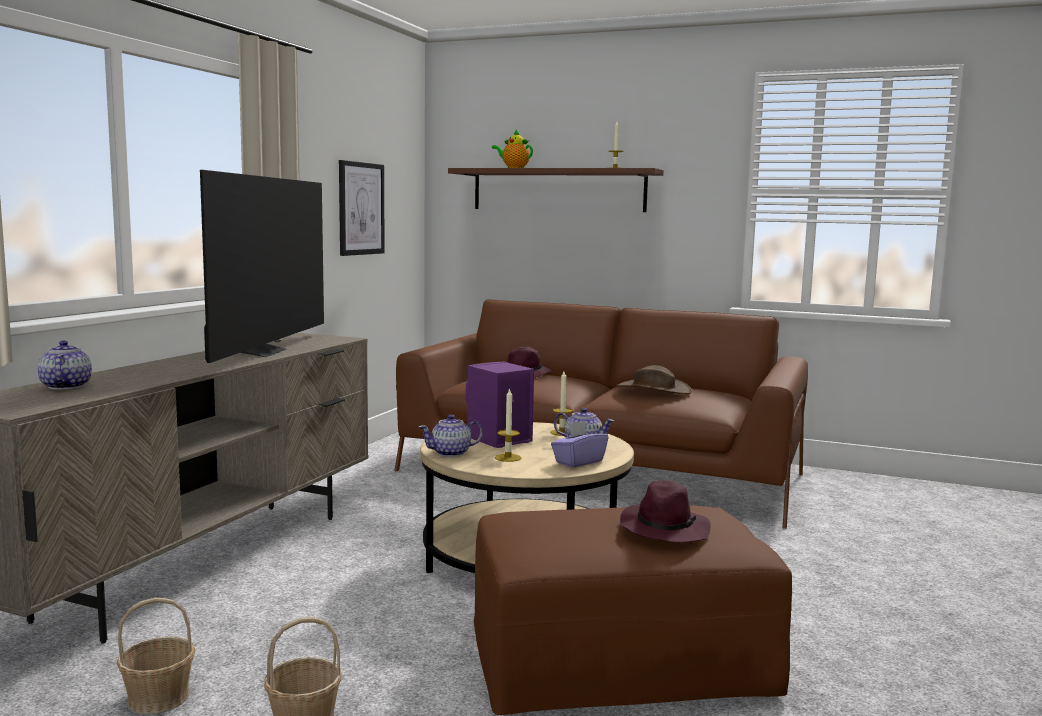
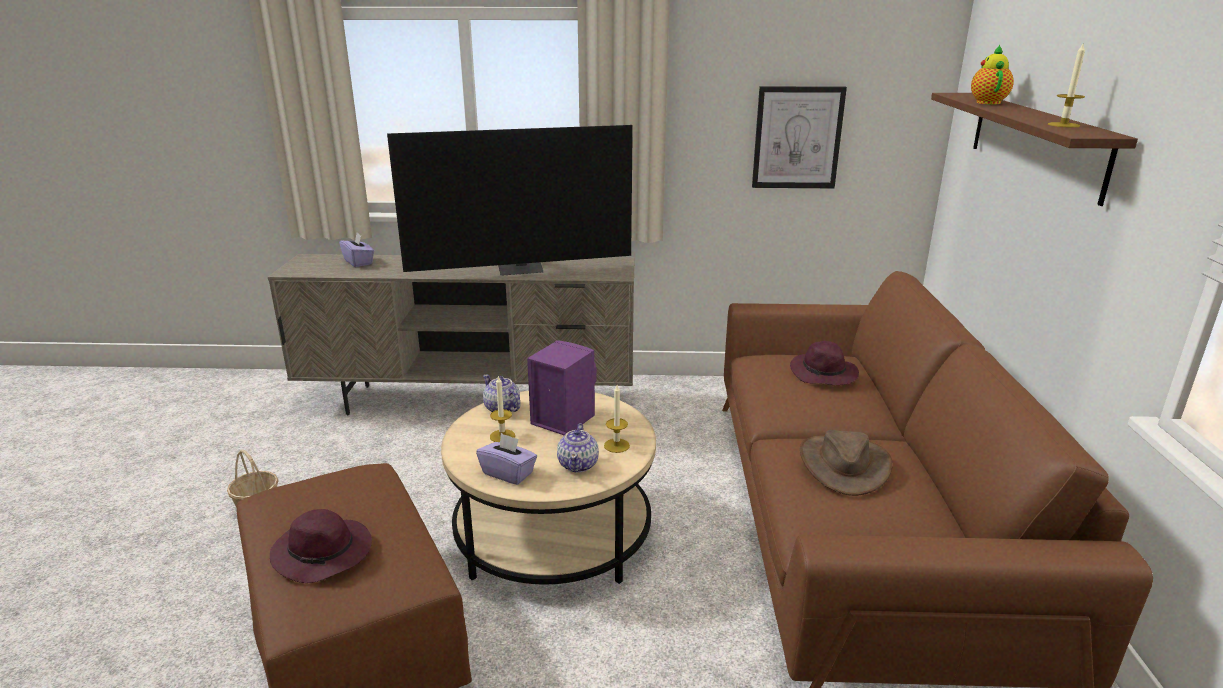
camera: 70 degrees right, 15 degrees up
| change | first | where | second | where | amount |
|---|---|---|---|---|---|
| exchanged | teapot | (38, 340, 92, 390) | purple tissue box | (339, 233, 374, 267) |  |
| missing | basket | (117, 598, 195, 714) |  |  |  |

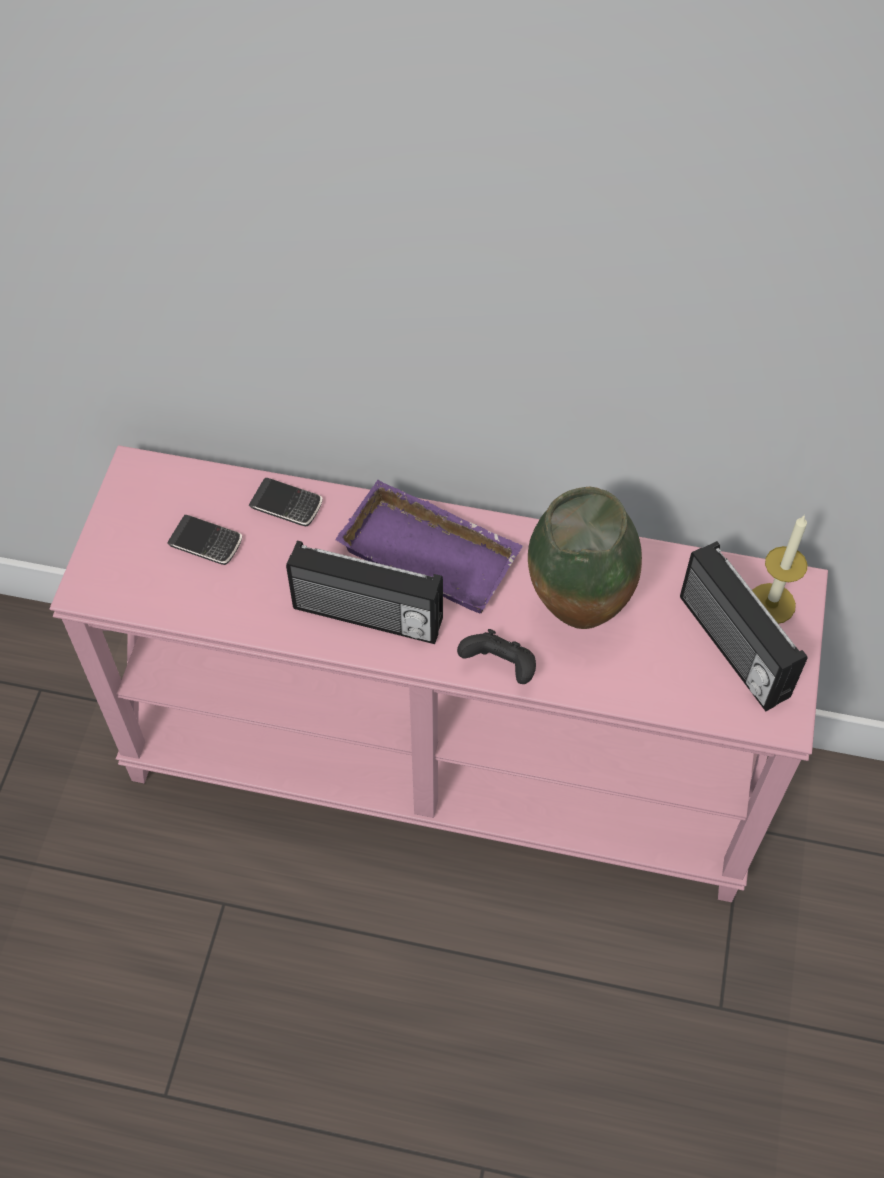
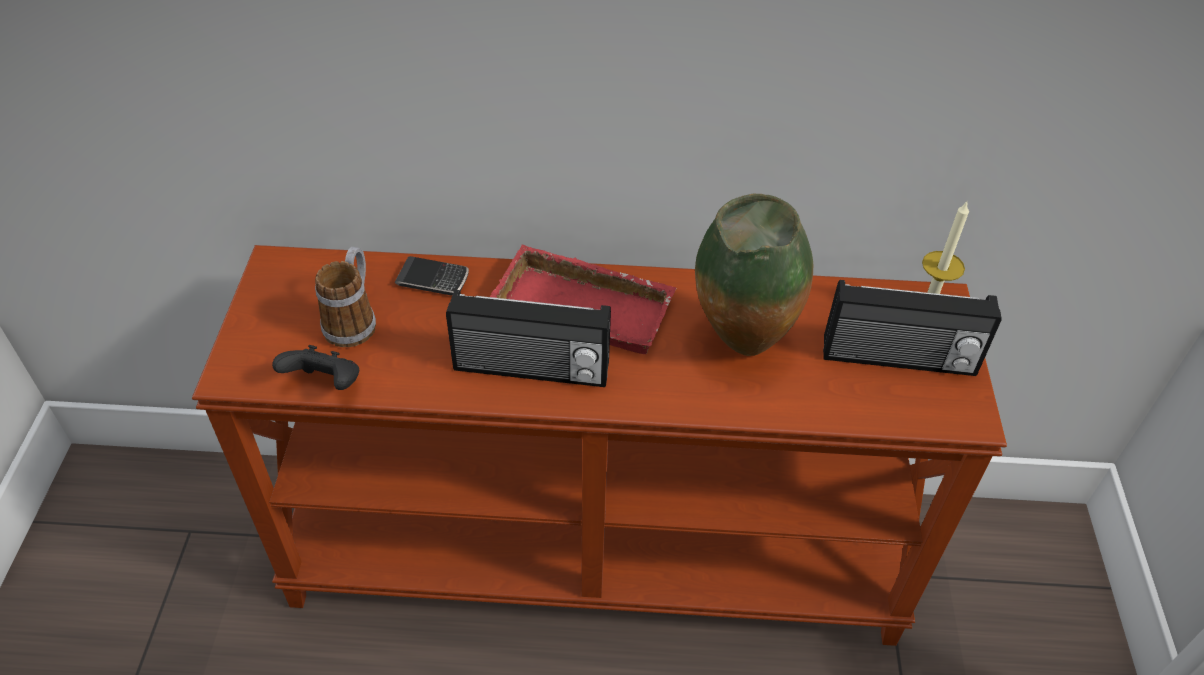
camera: 10 degrees left, 10 degrees down
| change | first | where | second | where | amount |
|---|---|---|---|---|---|
| colour | pink console table | (50, 445, 828, 902) | brown console table | (192, 245, 1007, 646) |  |
| exchanged | phone | (167, 515, 242, 565) | mug | (315, 247, 376, 347) |  |
| colour | purple tray | (335, 480, 523, 613) | red tray | (490, 244, 677, 354) |  |
| relocated | black game controller | (457, 629, 536, 684) |  | (272, 345, 359, 390) |  |
| spun | radio | (680, 541, 808, 711) |  | (823, 280, 1002, 376) | 45 degrees counterclockwise |

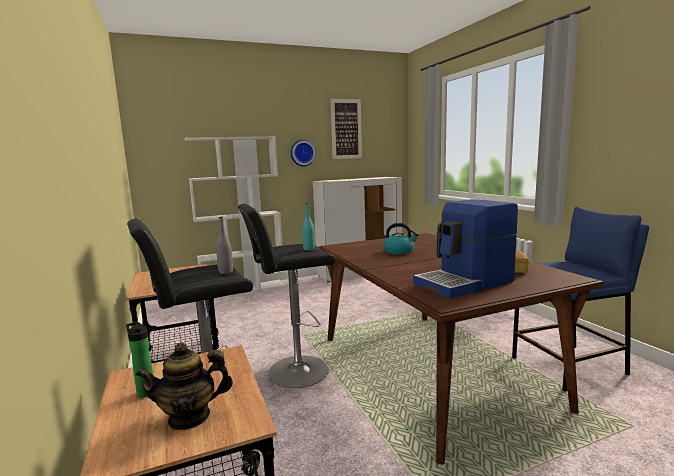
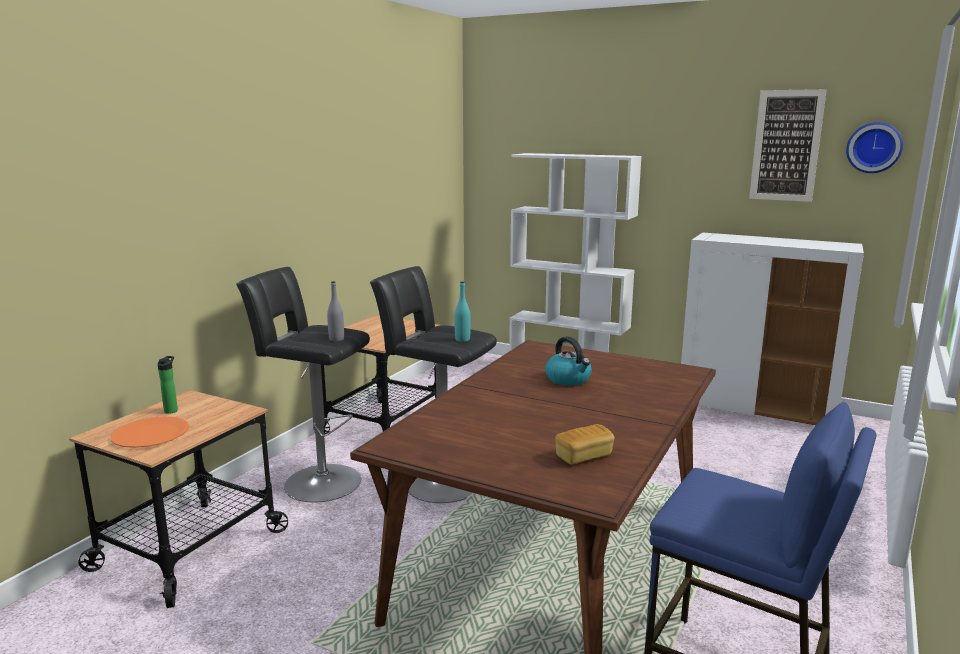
camera: 50 degrees right, 5 degrees up
| change | first | where | second | where | amount |
|---|---|---|---|---|---|
| exchanged | teapot | (135, 343, 233, 430) | orange plate | (111, 416, 189, 448) |  |
| relocated | wall clock | (291, 140, 316, 166) |  | (846, 122, 903, 173) |  |
| missing | coffee machine | (413, 199, 518, 299) |  |  |  |

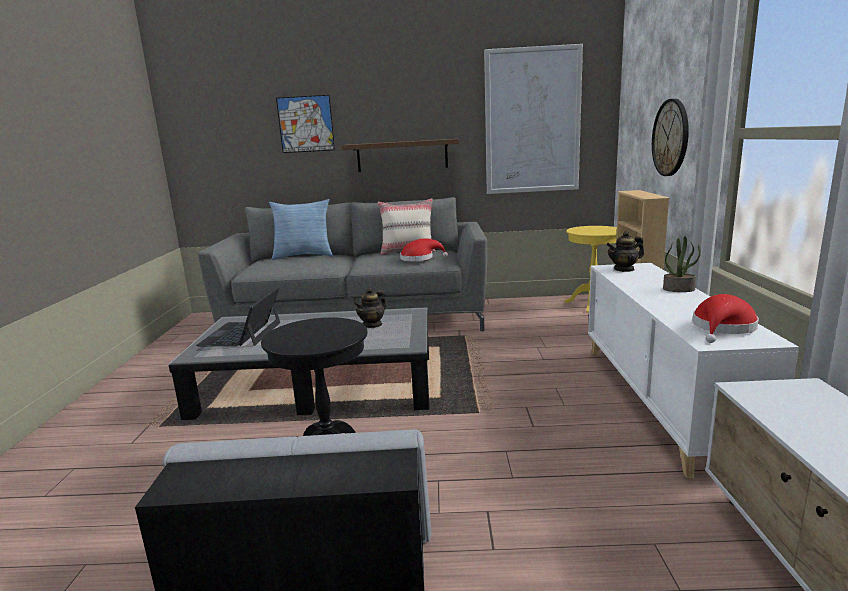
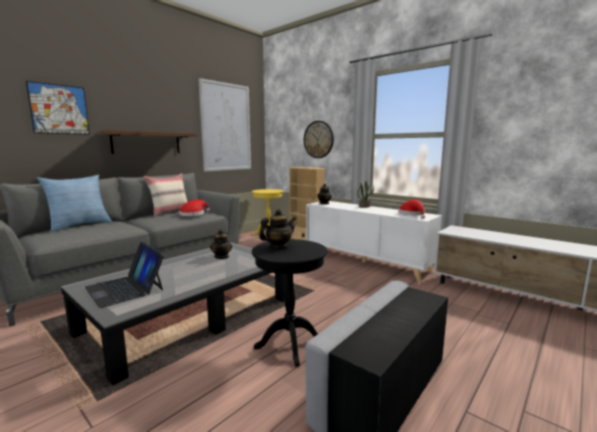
camera: 50 degrees left, 5 degrees down
| change | first | where | second | where | amount |
|---|---|---|---|---|---|
| appeared |  |  | teapot | (259, 209, 296, 249) |  |

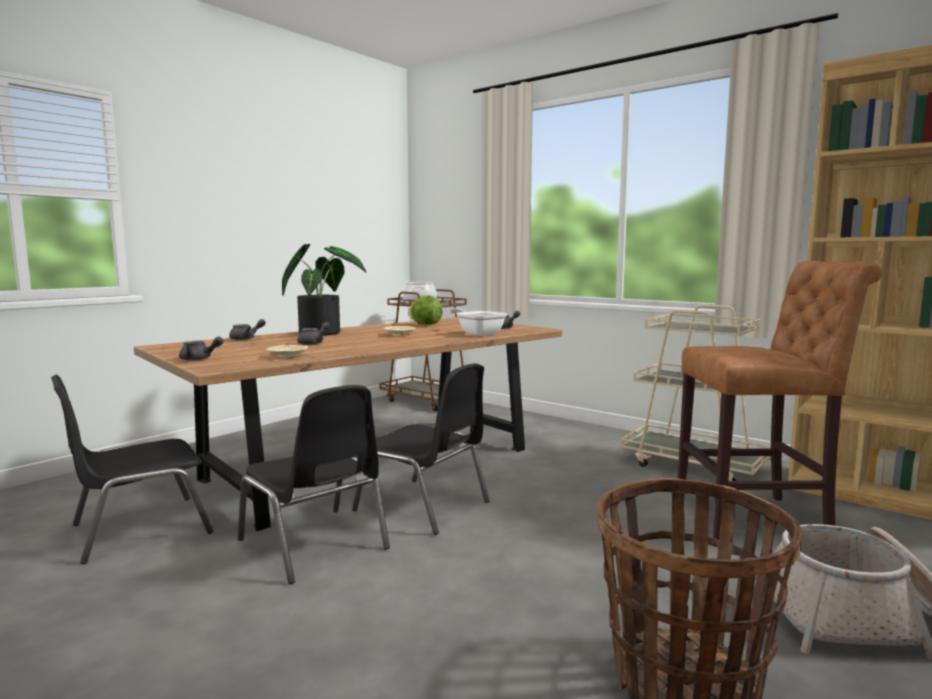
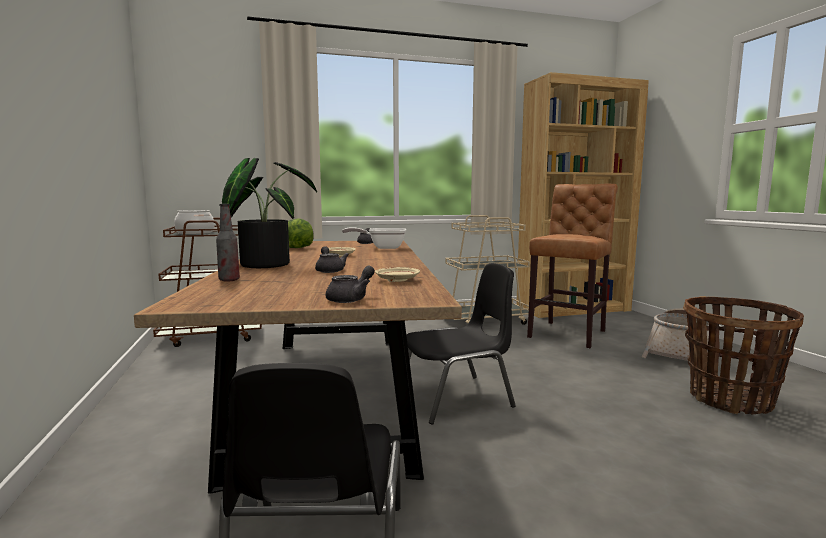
camera: 55 degrees left, 0 degrees up
| change | first | where | second | where | amount |
|---|---|---|---|---|---|
| exchanged | grey teapot | (229, 319, 266, 340) | bottle | (216, 204, 240, 282) |  |
| missing | black chair | (238, 385, 390, 584) |  |  |  |

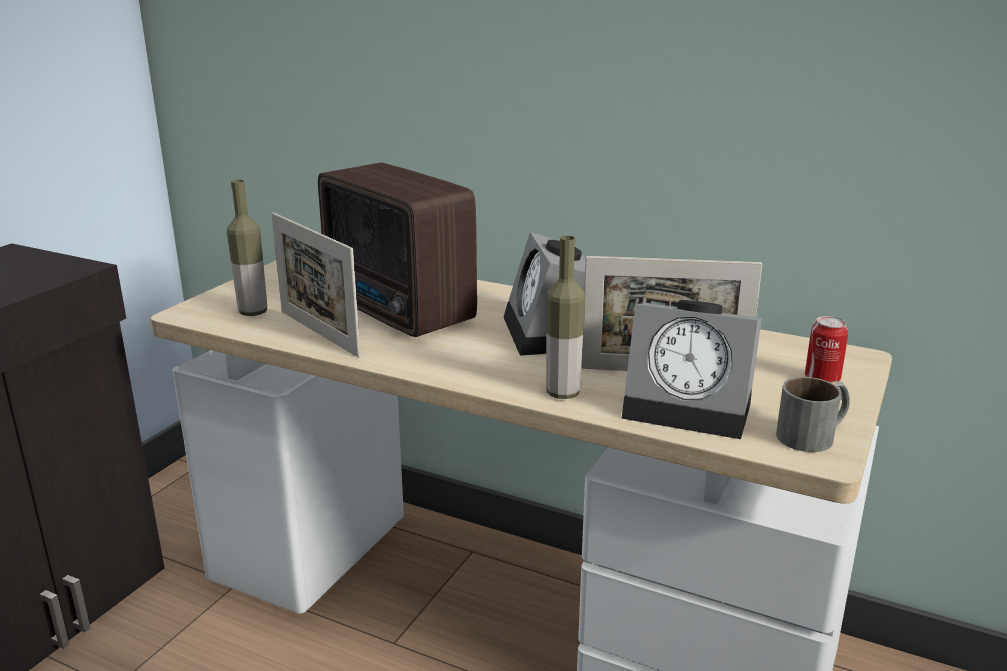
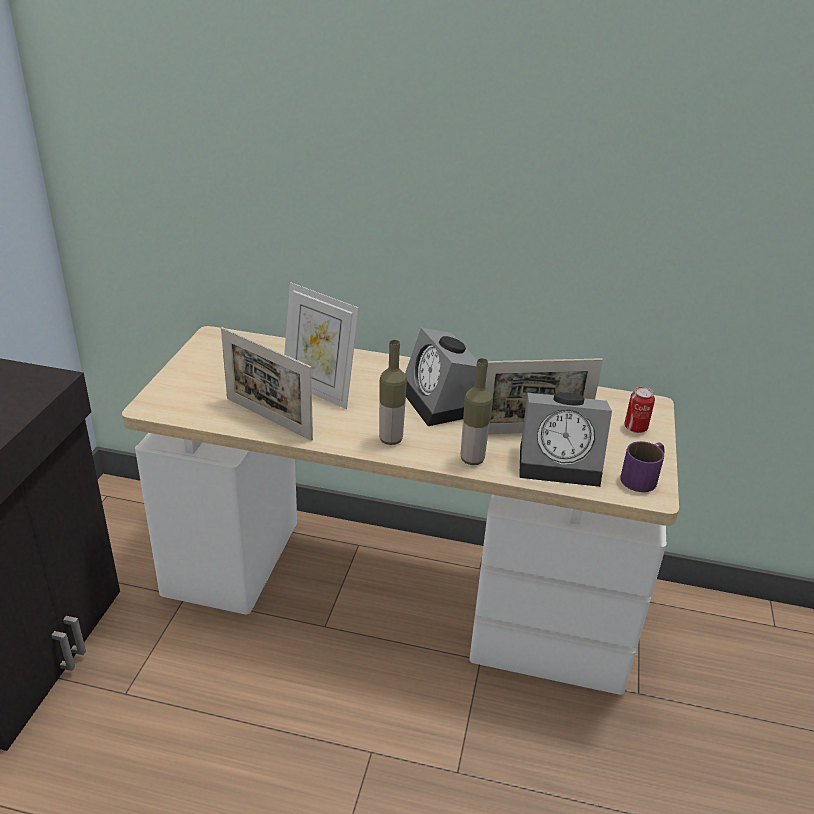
camera: 15 degrees left, 10 degrees up
| change | first | where | second | where | amount |
|---|---|---|---|---|---|
| relocated | bottle | (227, 180, 267, 316) |  | (379, 340, 407, 445) |  |
| exchanged | radio | (318, 163, 477, 337) | picture frame | (284, 282, 359, 409) |  |
| colour | grey mug | (776, 377, 850, 452) | purple mug | (620, 441, 664, 492) |  |

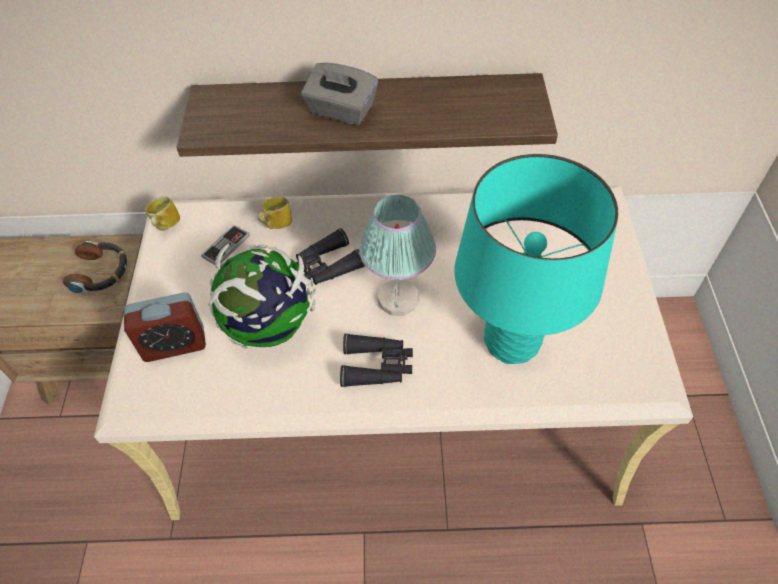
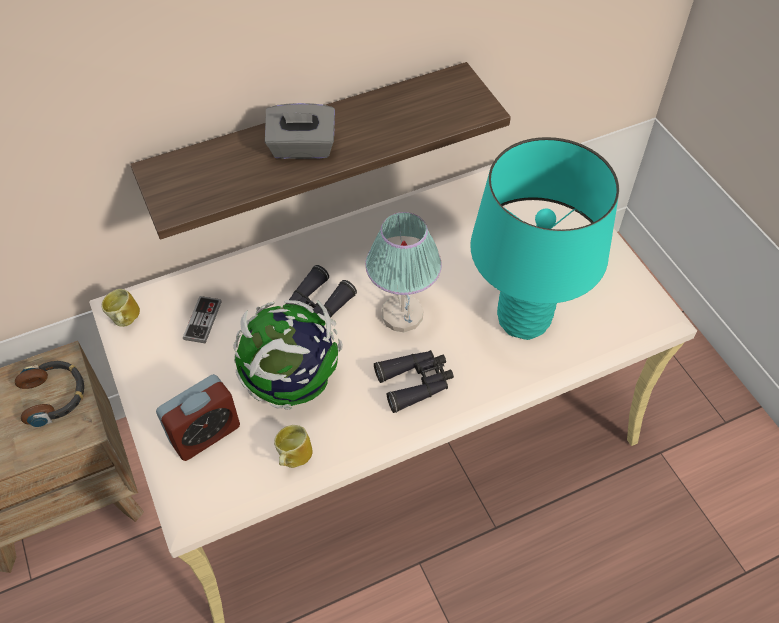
camera: 25 degrees left, 0 degrees up
| change | first | where | second | where | amount |
|---|---|---|---|---|---|
| relocated | mug | (258, 197, 292, 229) |  | (274, 425, 313, 468) |  |

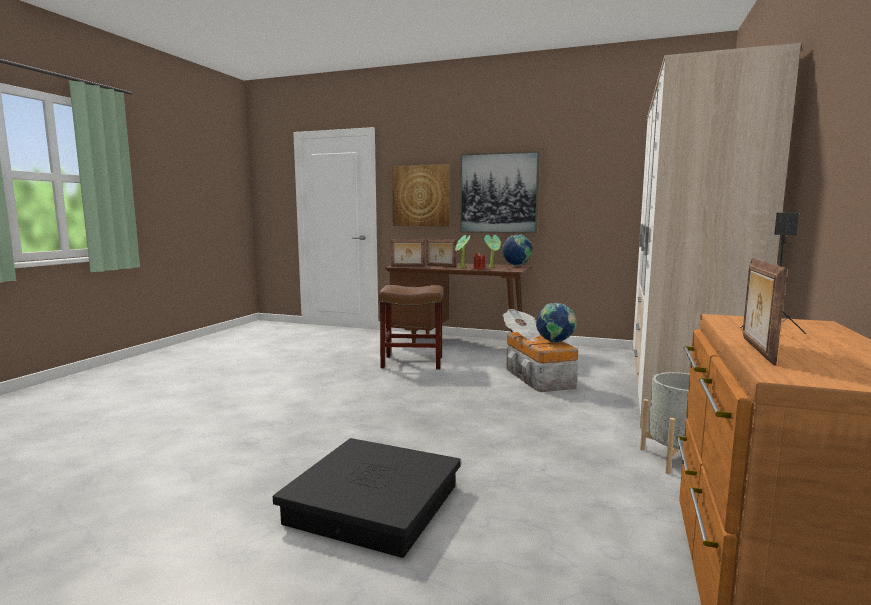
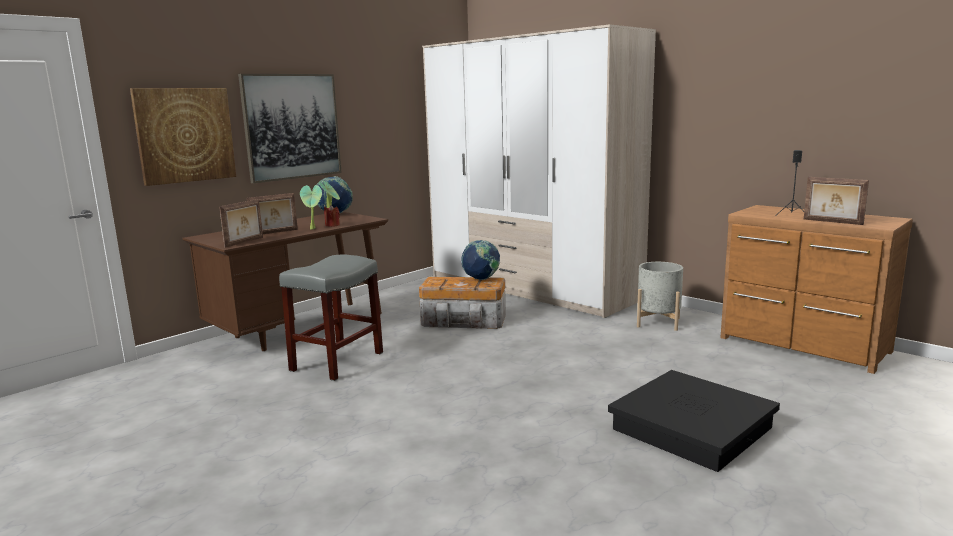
camera: 65 degrees left, 5 degrees up
| change | first | where | second | where | amount |
|---|---|---|---|---|---|
| colour | brown stool | (379, 285, 443, 369) | grey stool | (279, 254, 383, 381) |  |
| missing | newspaper | (502, 309, 540, 340) |  |  |  |

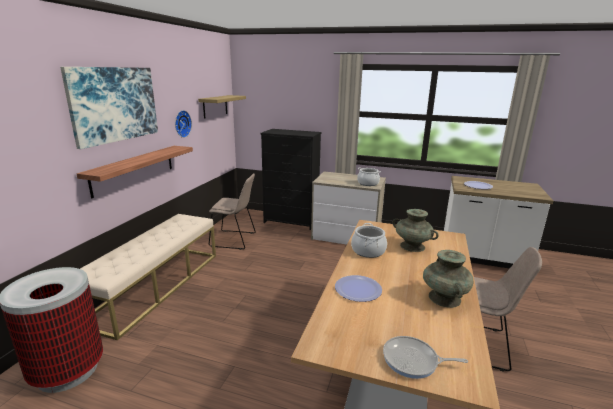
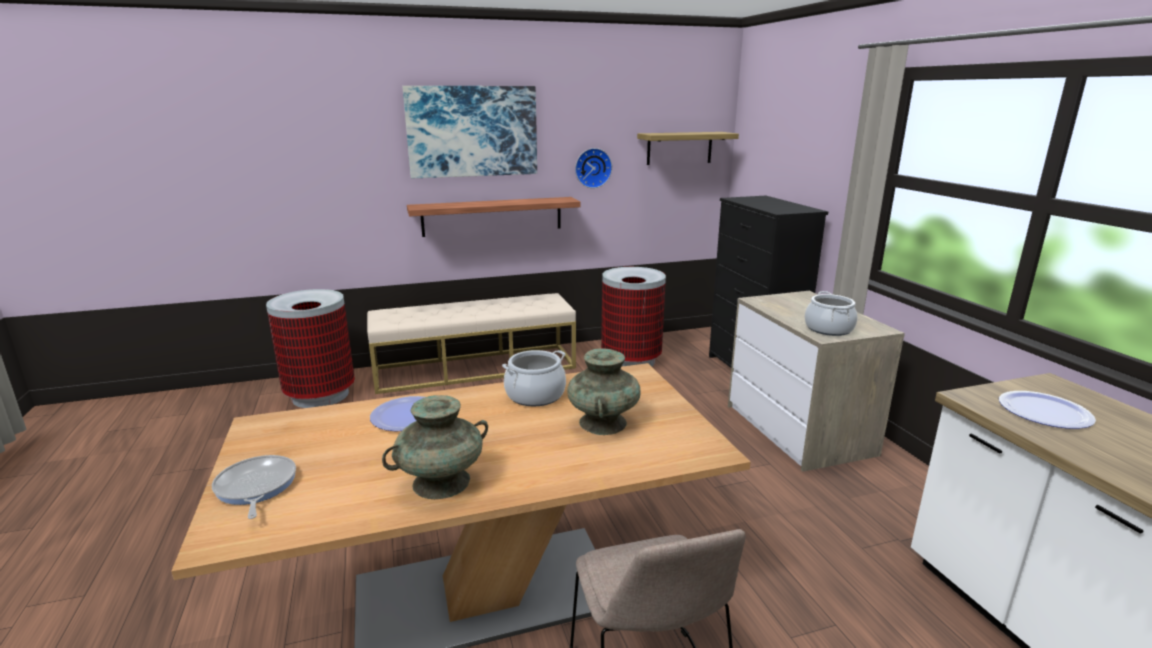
camera: 55 degrees right, 0 degrees up
| change | first | where | second | where | amount |
|---|---|---|---|---|---|
| exchanged | beige chair | (209, 173, 256, 250) | trash can | (601, 267, 666, 367) |  |

